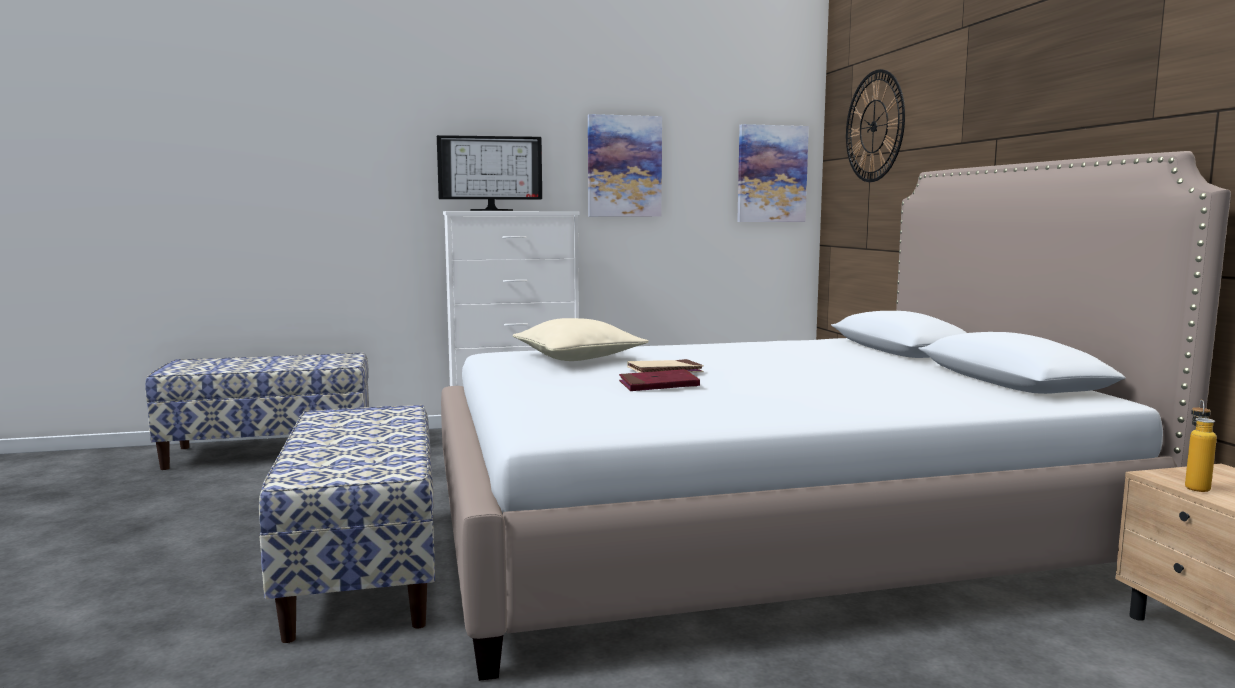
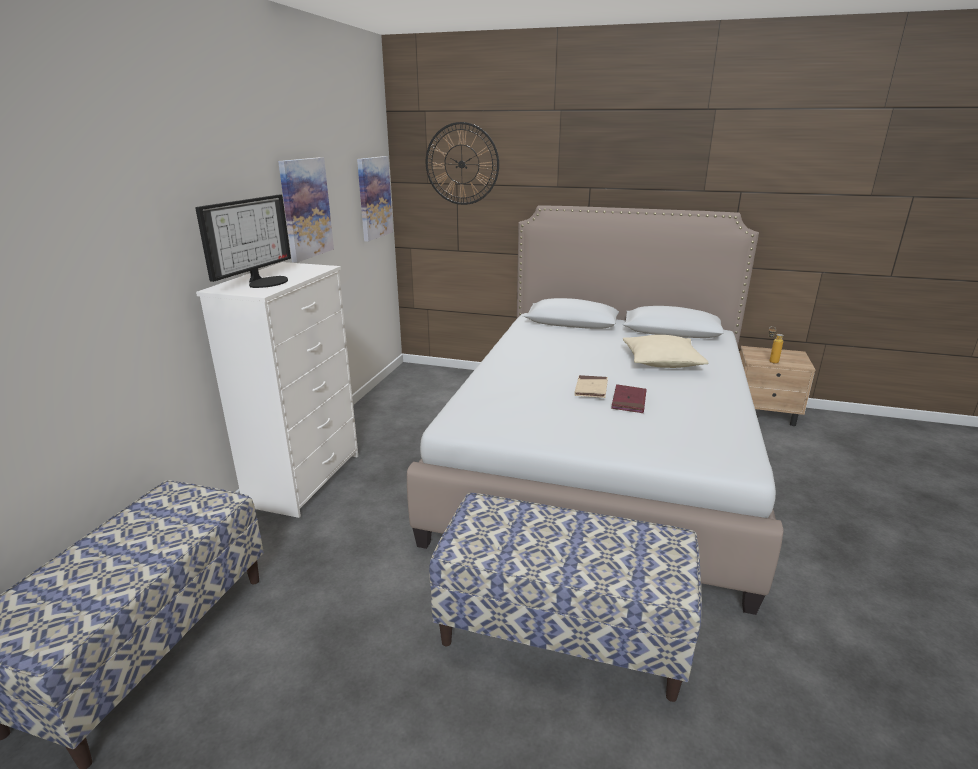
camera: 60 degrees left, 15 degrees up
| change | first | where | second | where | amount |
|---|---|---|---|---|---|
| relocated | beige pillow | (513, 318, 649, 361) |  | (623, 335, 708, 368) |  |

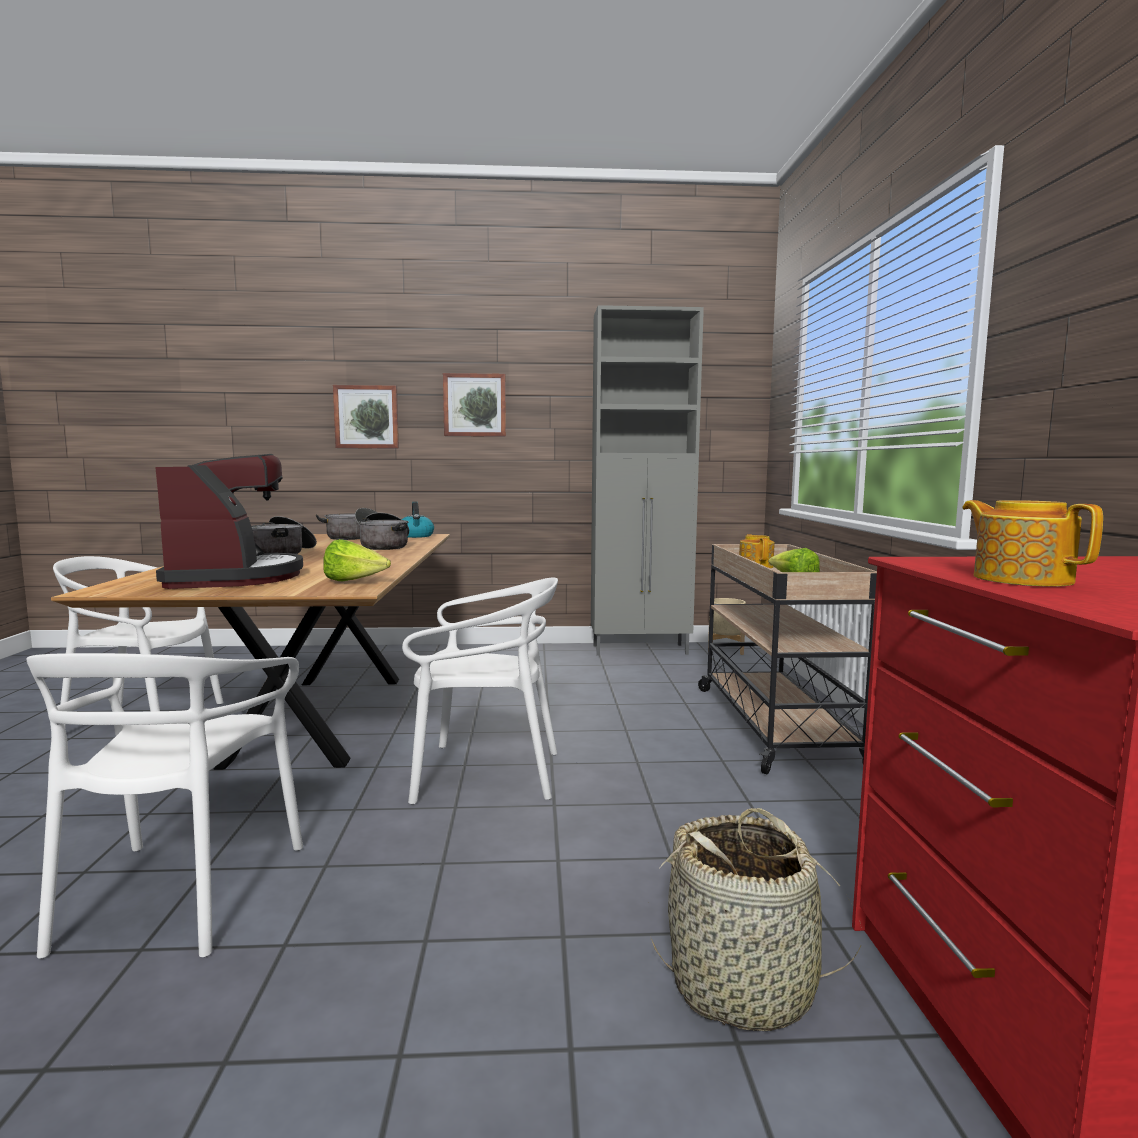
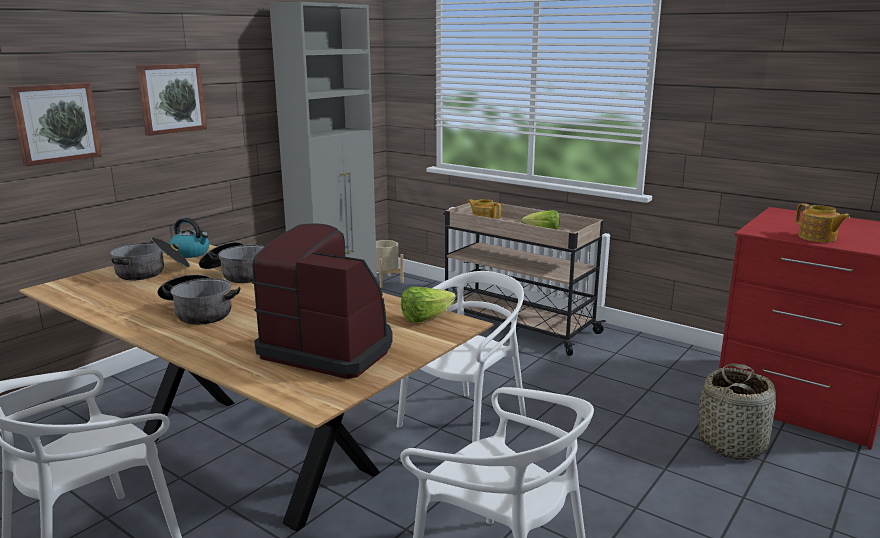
camera: 50 degrees left, 10 degrees up
| change | first | where | second | where | amount |
|---|---|---|---|---|---|
| spun | teapot | (962, 500, 1103, 587) |  | (795, 203, 850, 242) | 135 degrees counterclockwise |

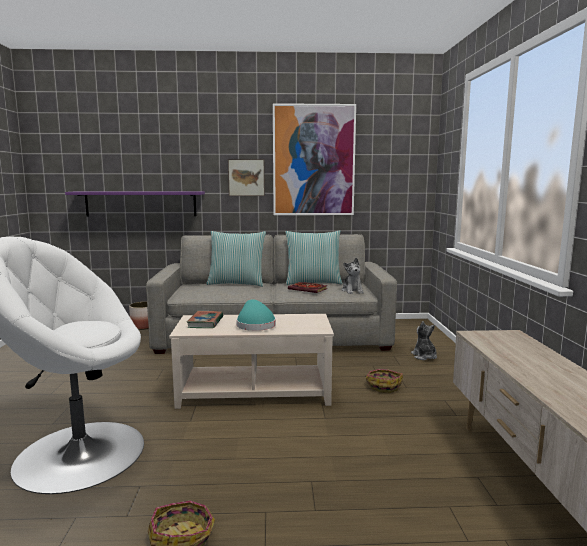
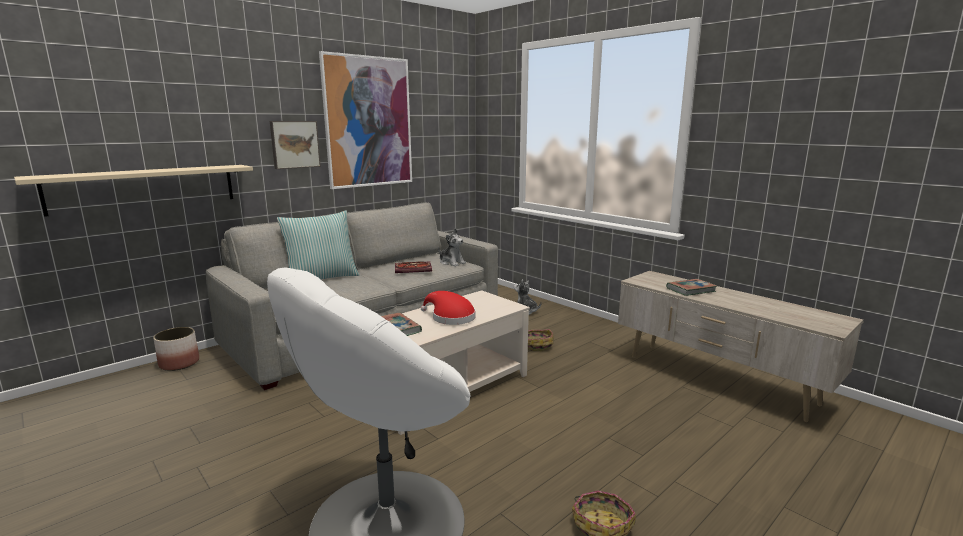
camera: 40 degrees left, 5 degrees up
| change | first | where | second | where | amount |
|---|---|---|---|---|---|
| colour | purple shelf | (65, 191, 205, 216) | beige shelf | (14, 165, 253, 217) |  |
| colour | turquoise hat | (236, 299, 276, 331) | red hat | (421, 291, 476, 325) |  |
| missing | pillow | (285, 230, 342, 285) |  |  |  |
| appeared |  |  | book | (666, 279, 717, 296) |  |

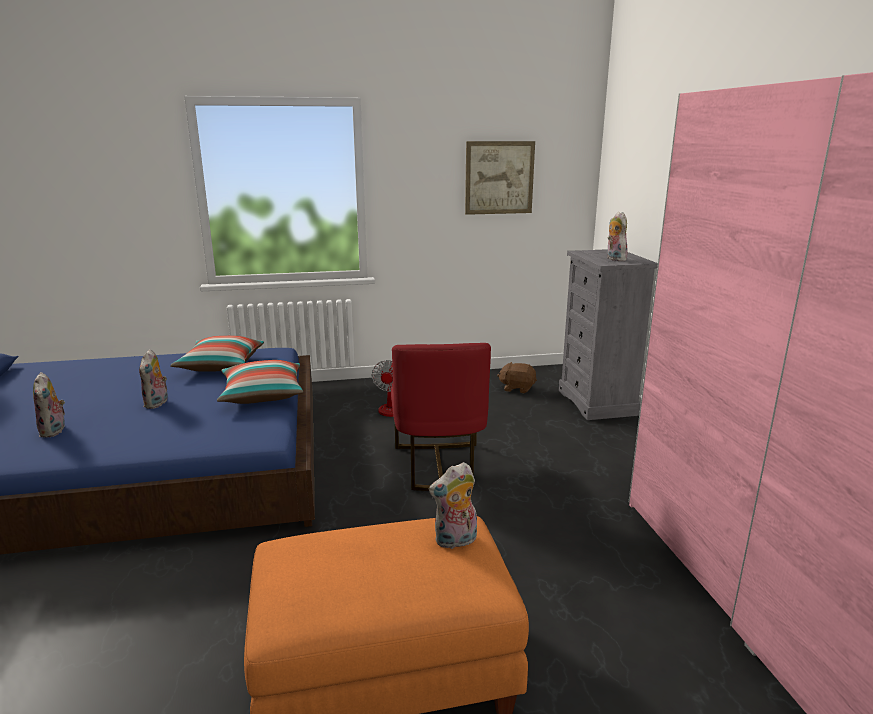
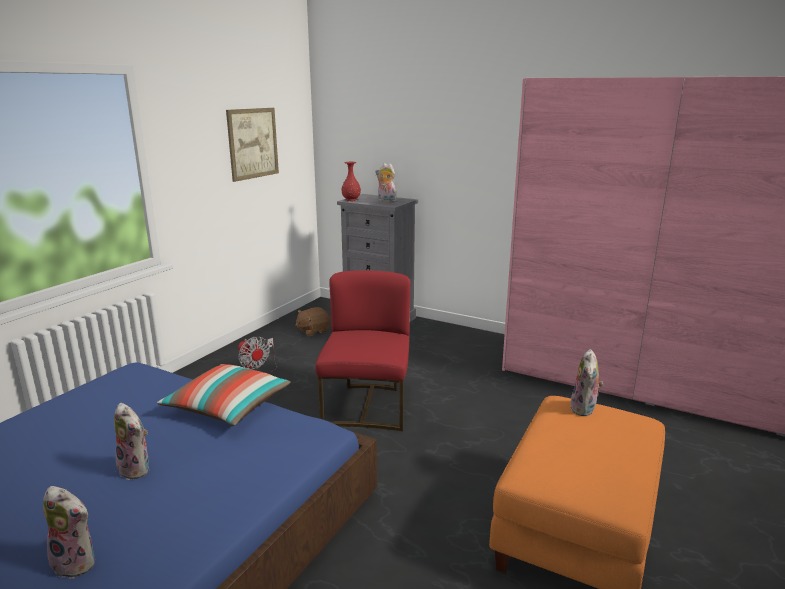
camera: 50 degrees left, 0 degrees up
| change | first | where | second | where | amount |
|---|---|---|---|---|---|
| missing | pillow | (170, 336, 264, 372) |  |  |  |
| spun | red chair | (391, 343, 491, 491) |  | (315, 270, 411, 431) | 120 degrees counterclockwise |
| appeared |  |  | red vase | (342, 162, 361, 201) |  |

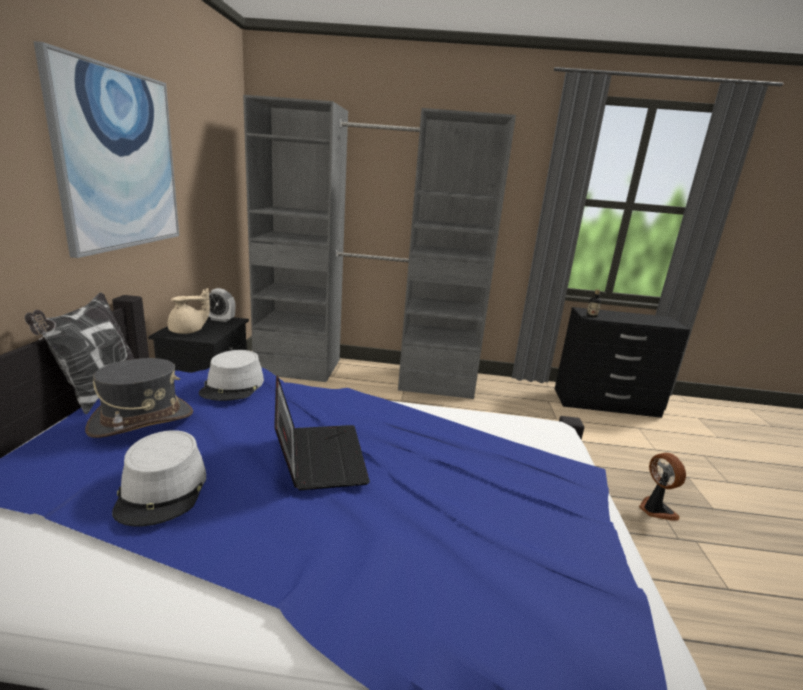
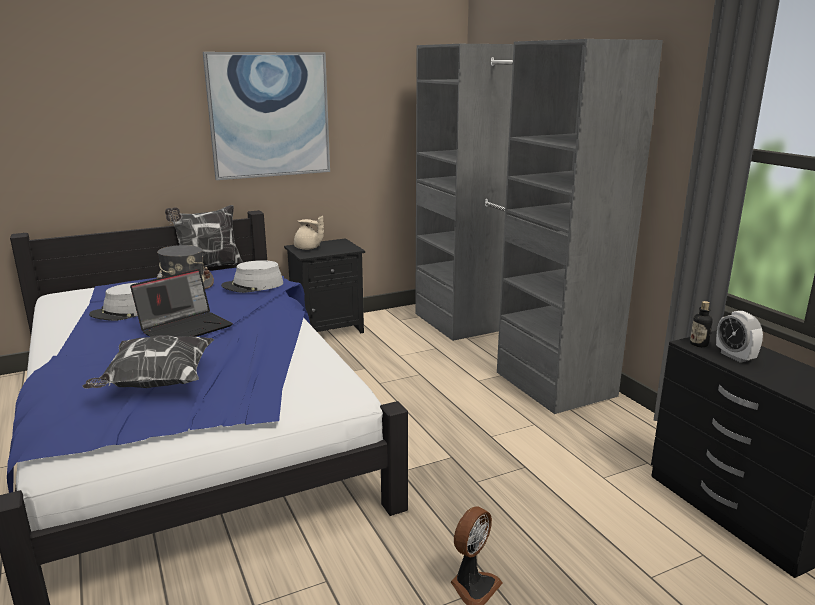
camera: 60 degrees right, 0 degrees up
| change | first | where | second | where | amount |
|---|---|---|---|---|---|
| relocated | alarm clock | (208, 288, 235, 322) |  | (716, 311, 763, 363) |  |
| appeared |  |  | pillow | (82, 335, 214, 388) |  |

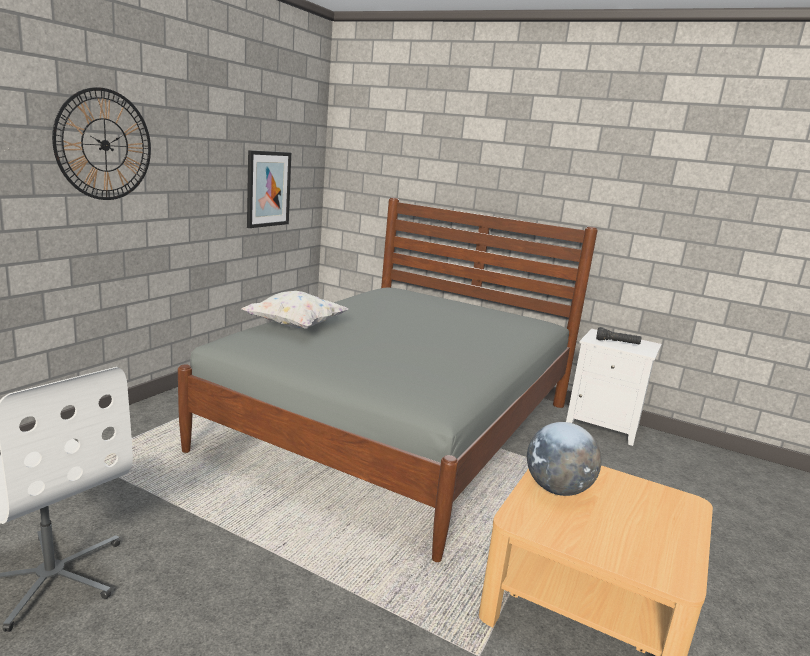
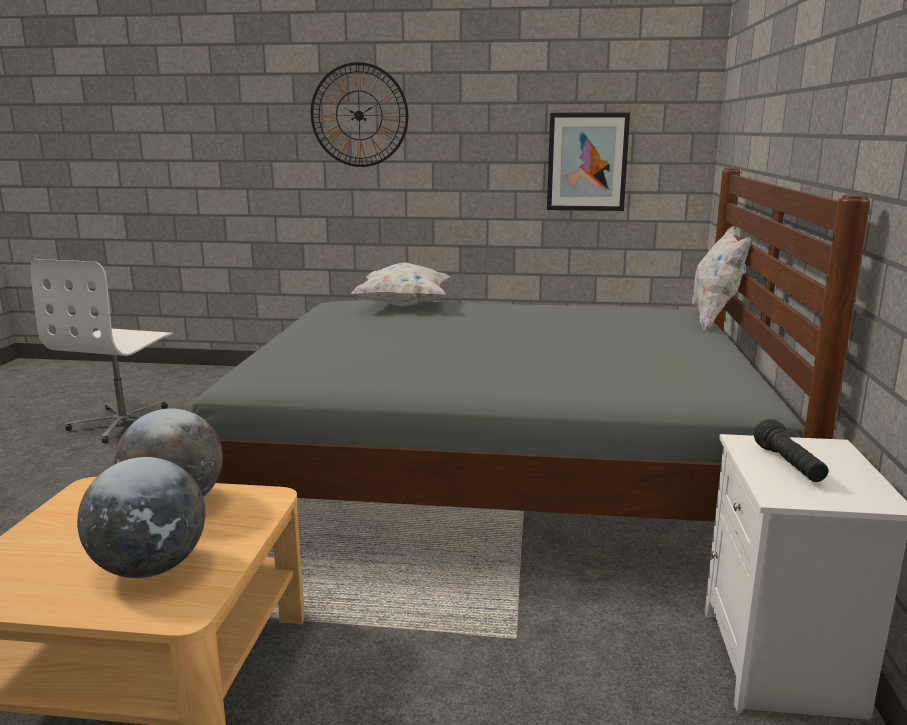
camera: 70 degrees right, 0 degrees up
| change | first | where | second | where | amount |
|---|---|---|---|---|---|
| appeared |  |  | globe | (77, 457, 206, 578) |  |
| appeared |  |  | white pillow | (692, 225, 751, 330) |  |

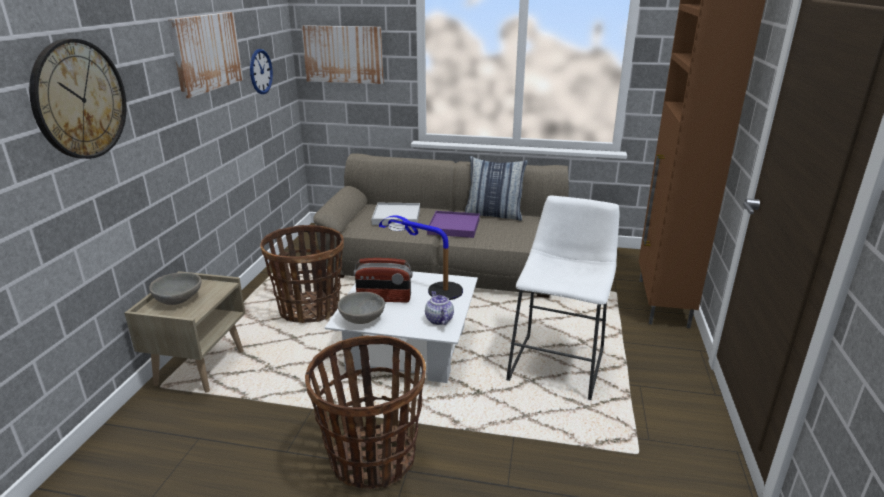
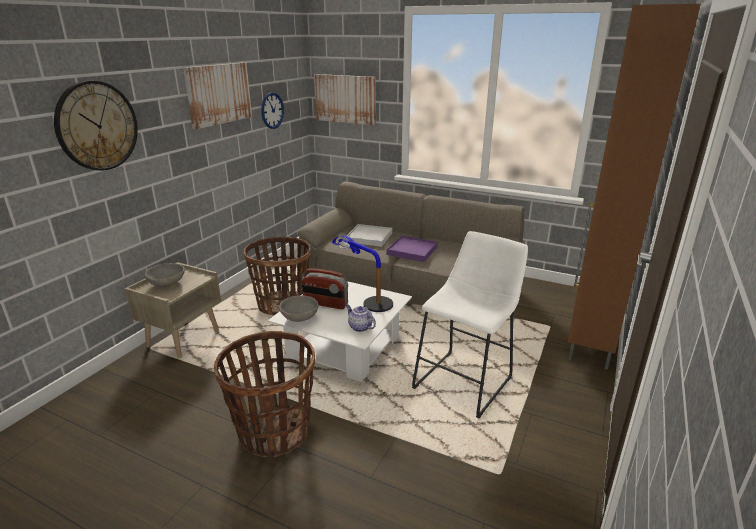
camera: 15 degrees right, 0 degrees up
| change | first | where | second | where | amount |
|---|---|---|---|---|---|
| spun | teapot | (425, 291, 454, 325) |  | (346, 305, 376, 332) | 45 degrees counterclockwise |
| missing | pillow | (465, 156, 528, 221) |  |  |  |

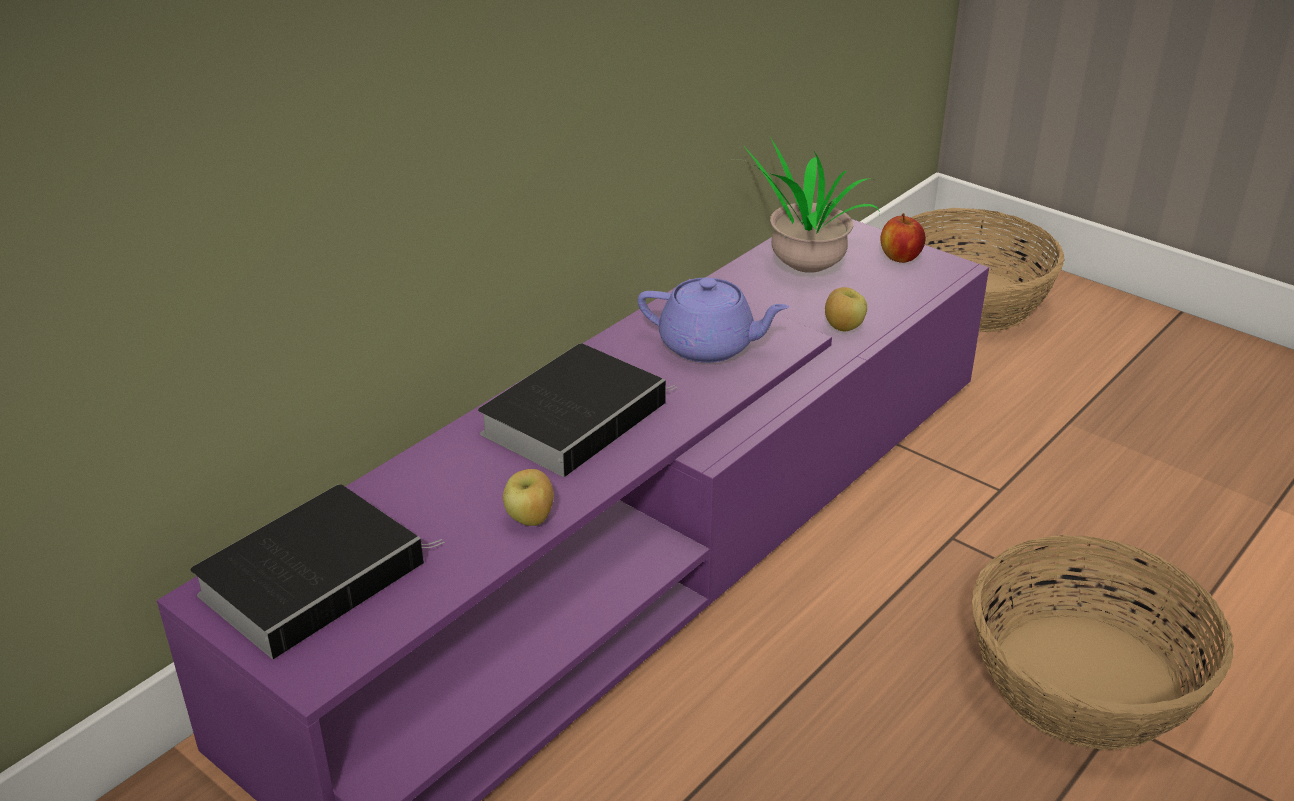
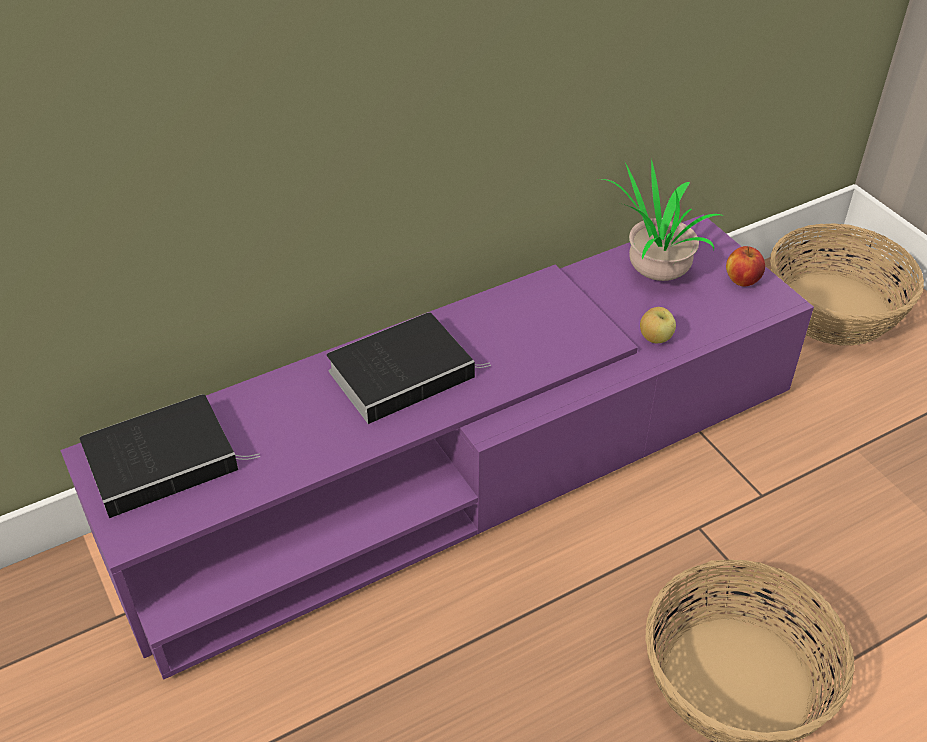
camera: 20 degrees right, 10 degrees up
| change | first | where | second | where | amount |
|---|---|---|---|---|---|
| missing | apple | (503, 469, 554, 526) |  |  |  |
| missing | purple teapot | (638, 278, 789, 363) |  |  |  |

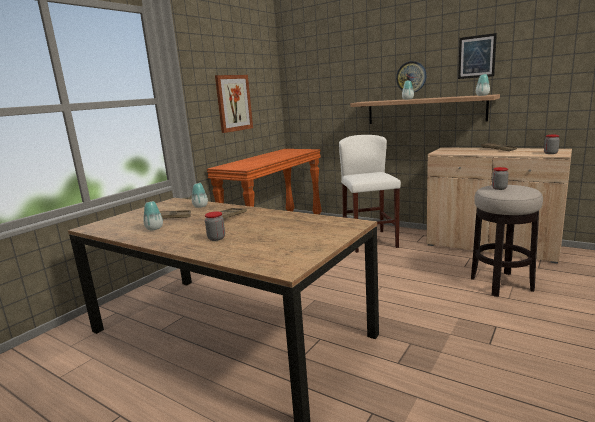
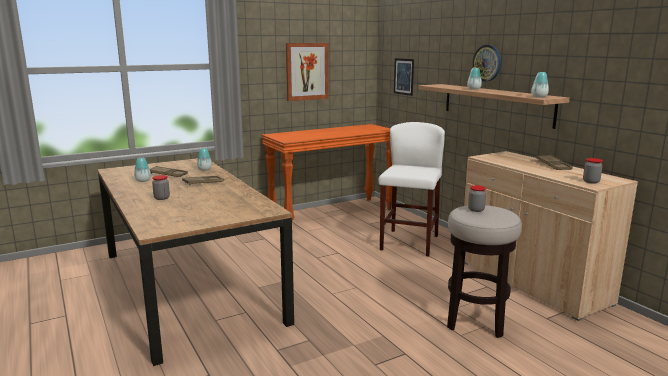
camera: 25 degrees right, 0 degrees up
| change | first | where | second | where | amount |
|---|---|---|---|---|---|
| relocated | picture | (458, 33, 497, 79) |  | (394, 58, 414, 96) |  |

